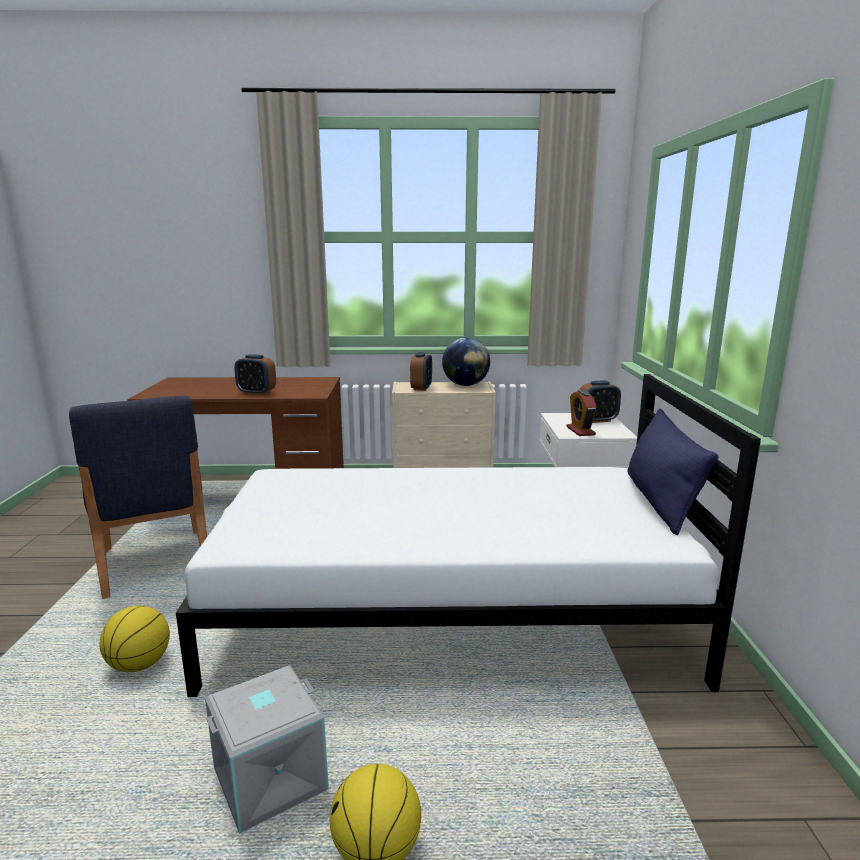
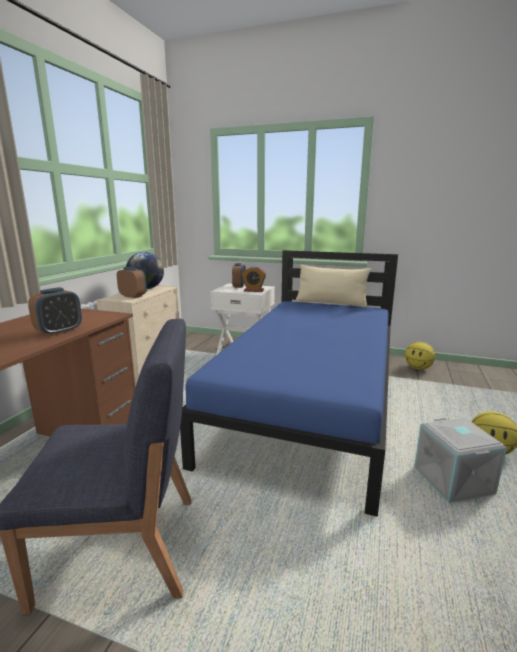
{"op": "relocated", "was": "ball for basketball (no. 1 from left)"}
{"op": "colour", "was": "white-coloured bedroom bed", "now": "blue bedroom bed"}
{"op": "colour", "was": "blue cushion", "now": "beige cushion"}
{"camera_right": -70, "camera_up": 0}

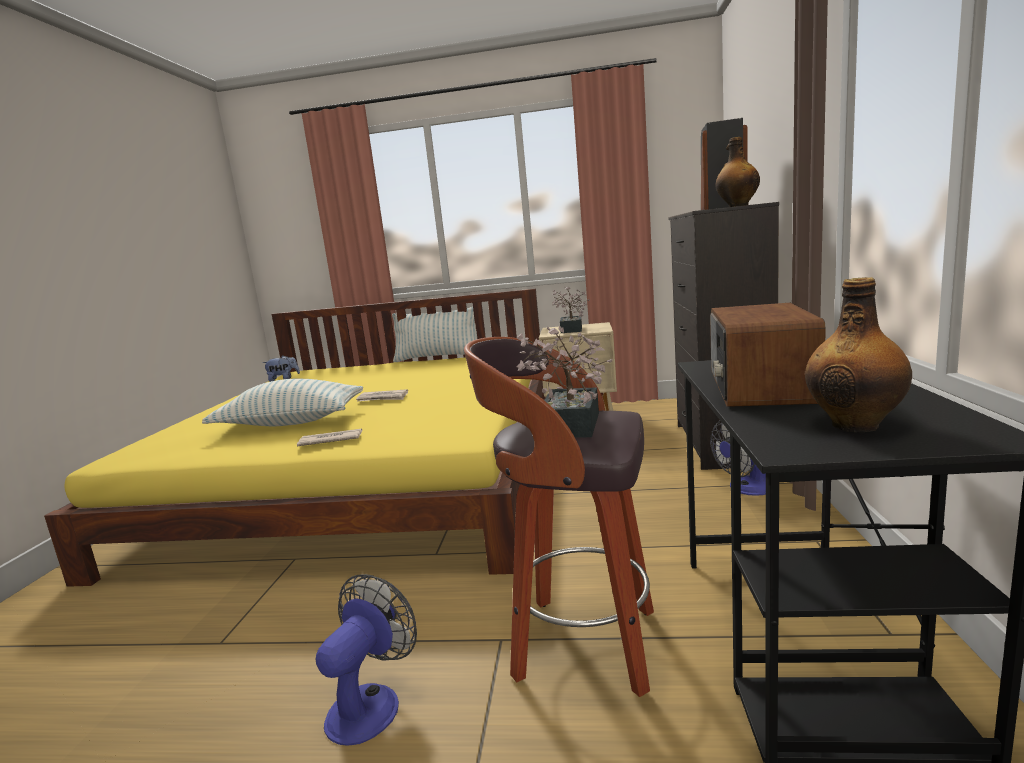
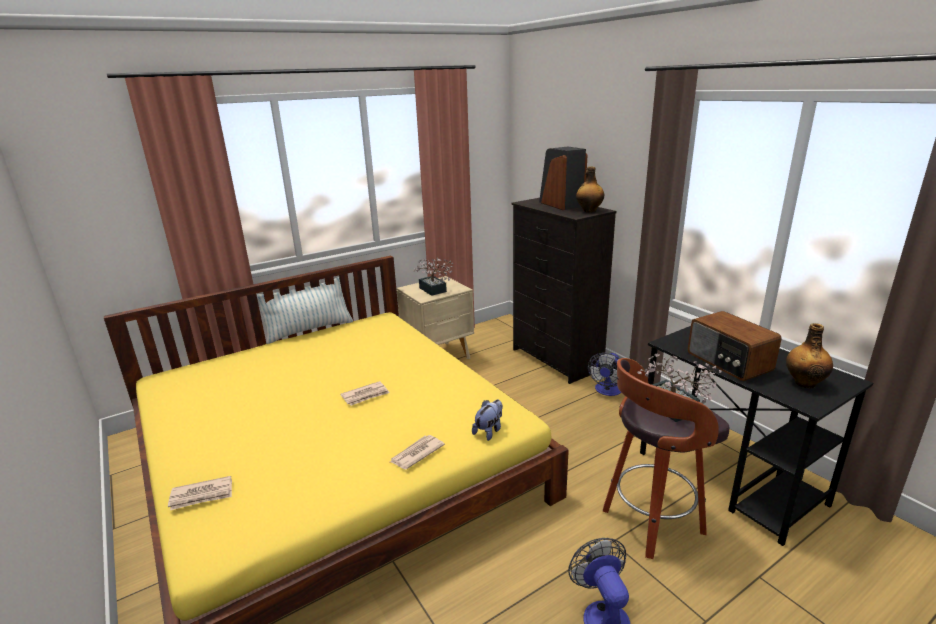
{"op": "missing", "was": "cushion (no. 1 from left)"}
{"op": "appeared", "now": "printed paper (no. 1 from left)"}
{"op": "relocated", "was": "soft toy"}
{"camera_right": -40, "camera_up": 10}

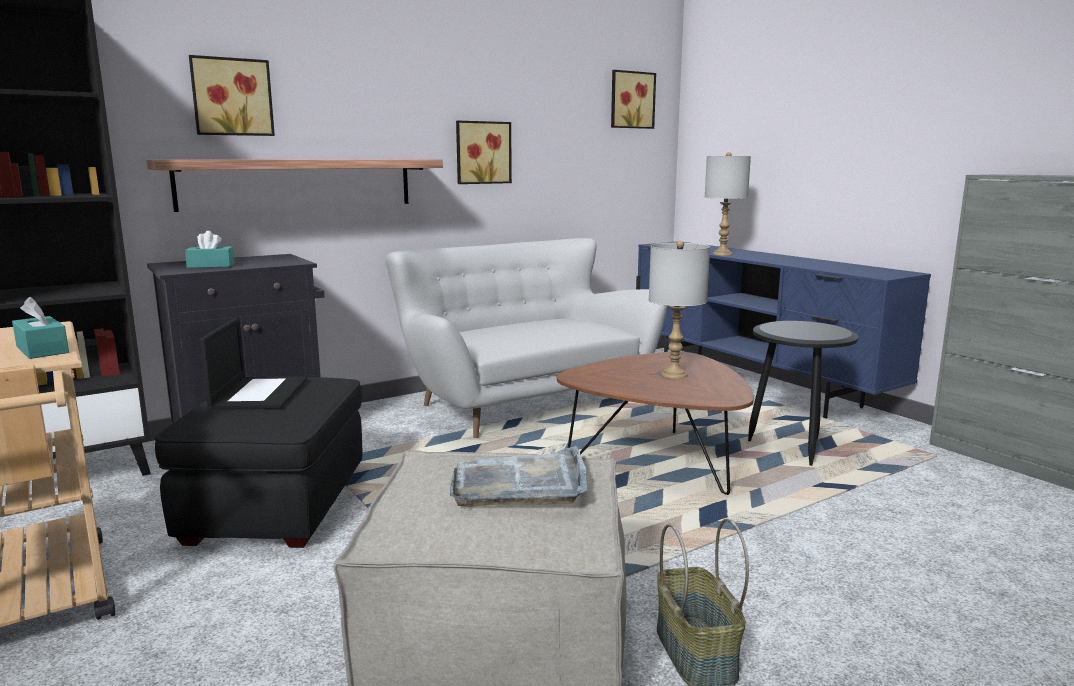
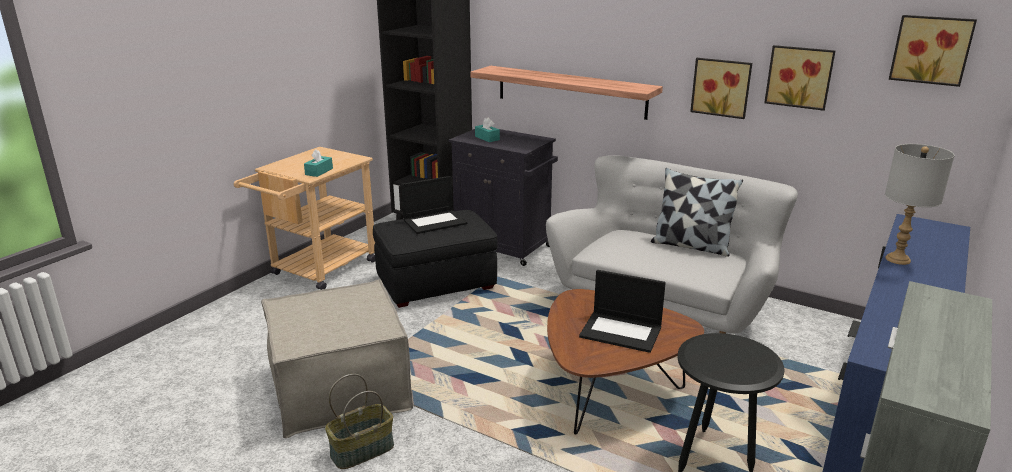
{"op": "missing", "was": "gray carrying tray"}
{"op": "appeared", "now": "cushion"}
{"op": "relocated", "was": "wall art (no. 1 from left in the first image)", "now": "wall art (no. 2 from left)"}
{"op": "exchanged", "was": "gray table lamp (no. 1 from left)", "now": "notebook computer (no. 2 from left)"}
{"camera_right": 65, "camera_up": 10}

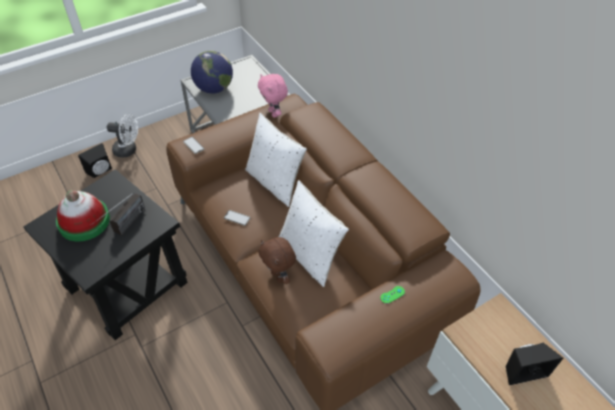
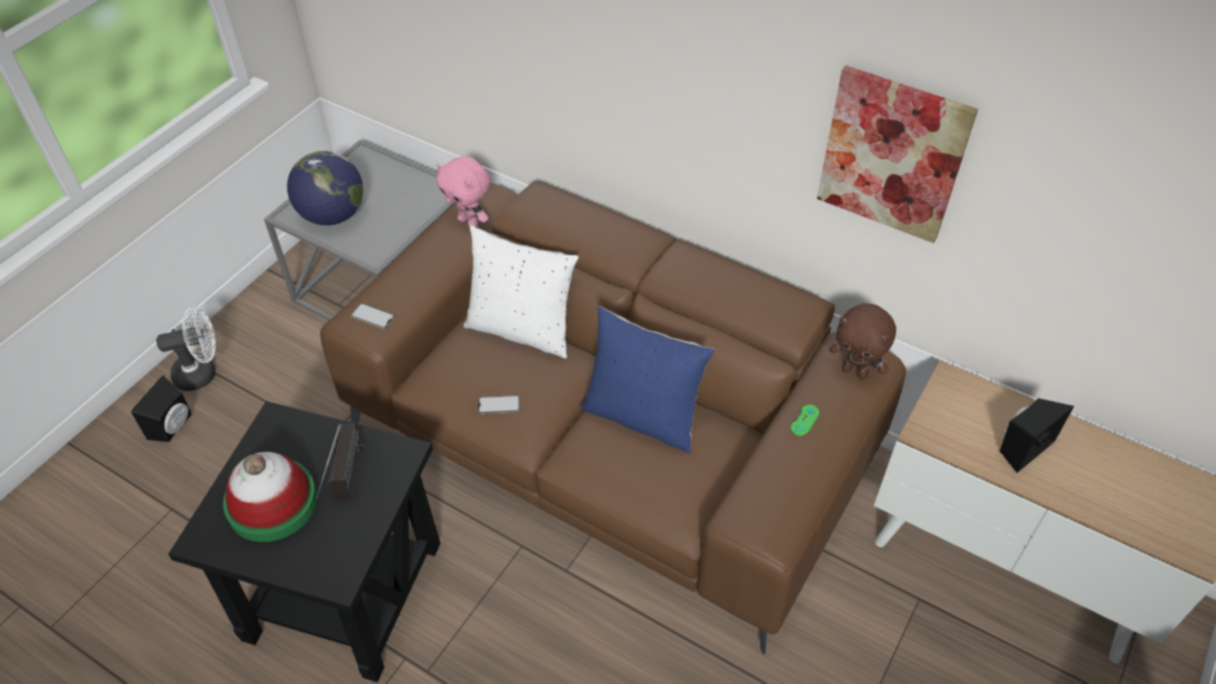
{"op": "appeared", "now": "wall art"}
{"op": "relocated", "was": "brownish soft toy"}
{"op": "colour", "was": "white-coloured cushion (no. 2 from left)", "now": "blue cushion"}
{"camera_right": -25, "camera_up": 0}

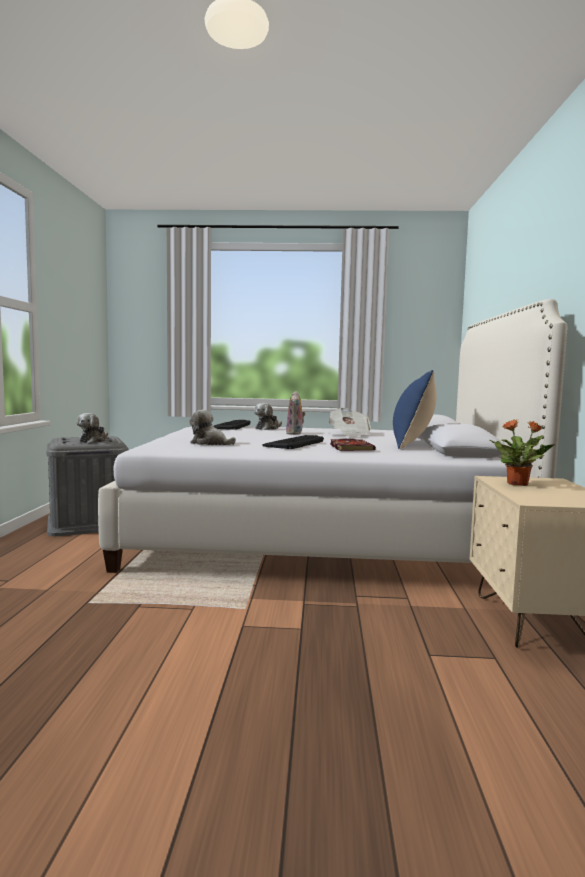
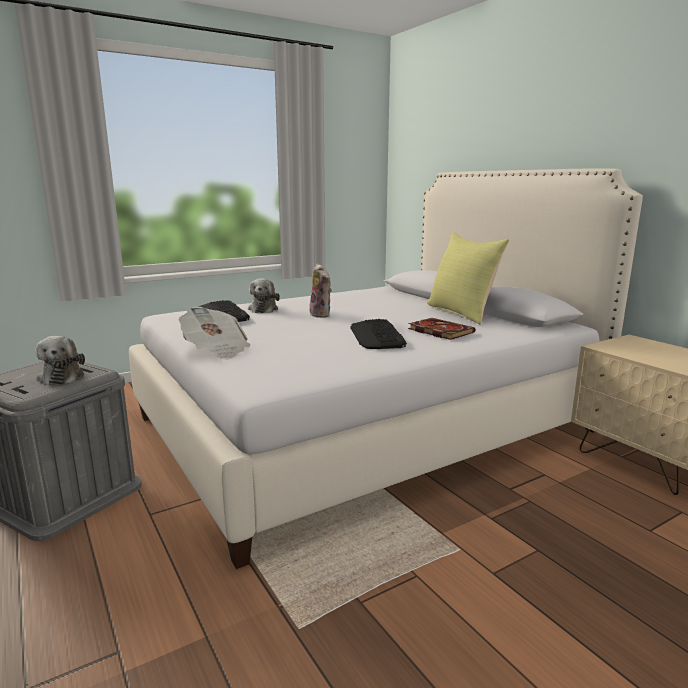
{"op": "missing", "was": "soft toy (no. 2 from left)"}
{"op": "missing", "was": "potted plant"}
{"op": "relocated", "was": "printed paper"}
{"op": "colour", "was": "blue cushion", "now": "yellowish cushion"}
{"camera_right": -35, "camera_up": 10}

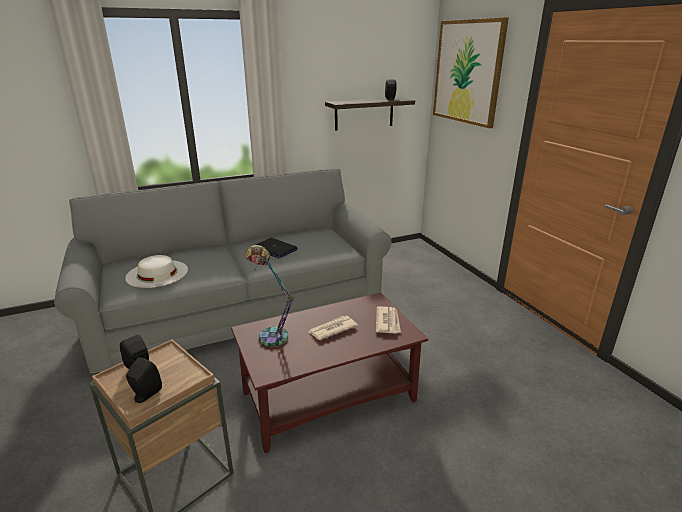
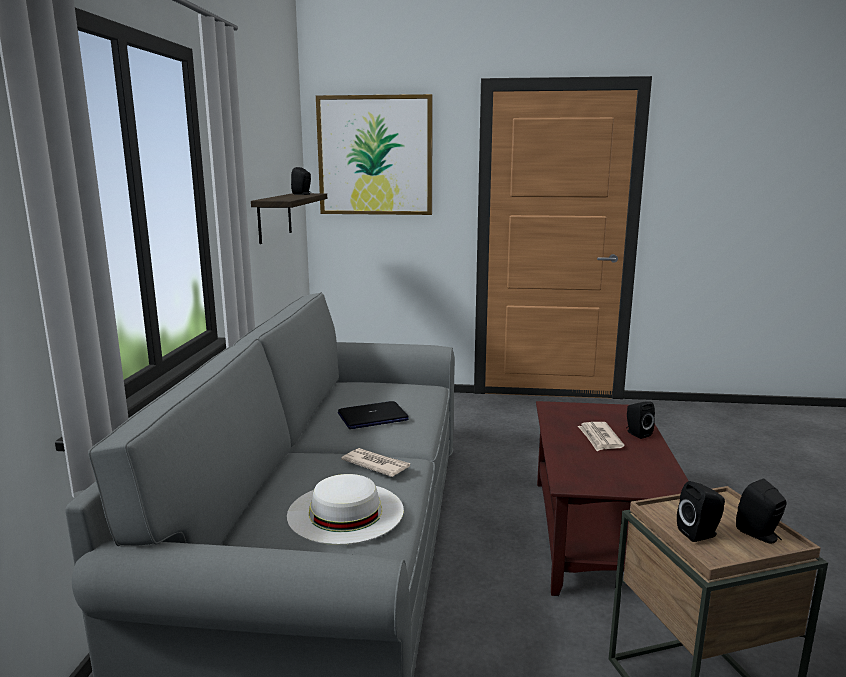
{"op": "missing", "was": "table lamp"}
{"op": "appeared", "now": "blackish speaker (no. 2 from left)"}
{"op": "relocated", "was": "printed paper (no. 2 from left in the first image)", "now": "printed paper (no. 1 from left)"}
{"camera_right": -60, "camera_up": -10}

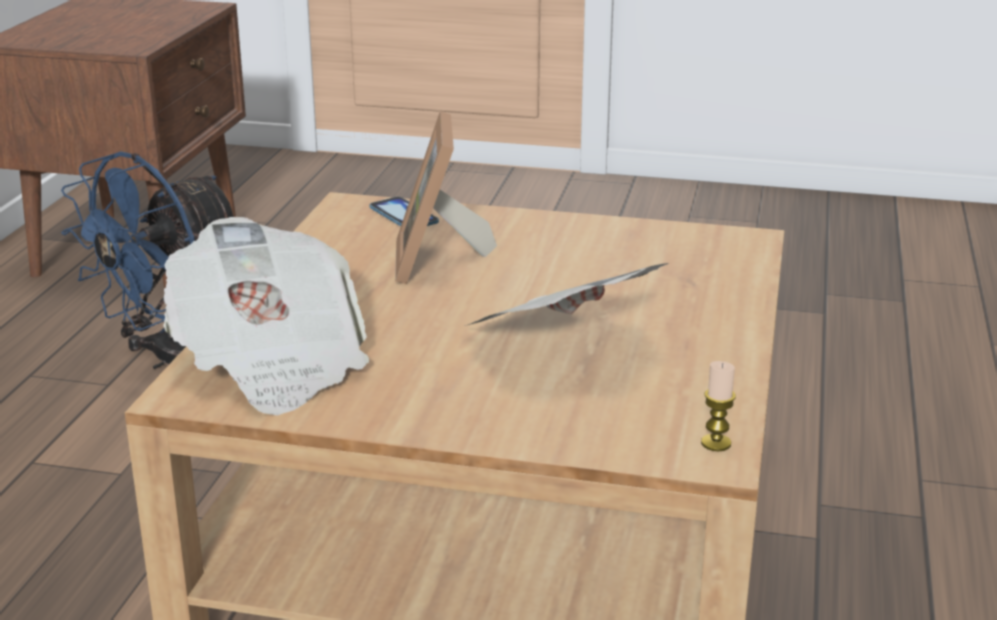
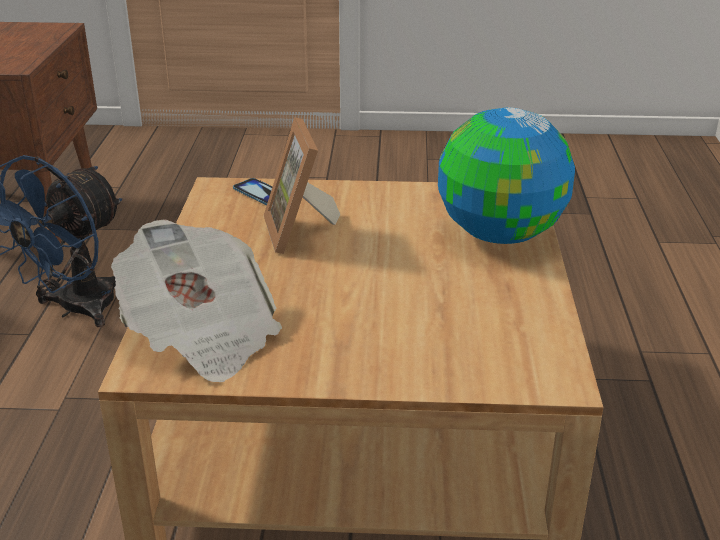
{"op": "missing", "was": "printed paper (no. 2 from left)"}
{"op": "missing", "was": "wax light"}
{"op": "appeared", "now": "world globe"}
{"camera_right": -10, "camera_up": 5}

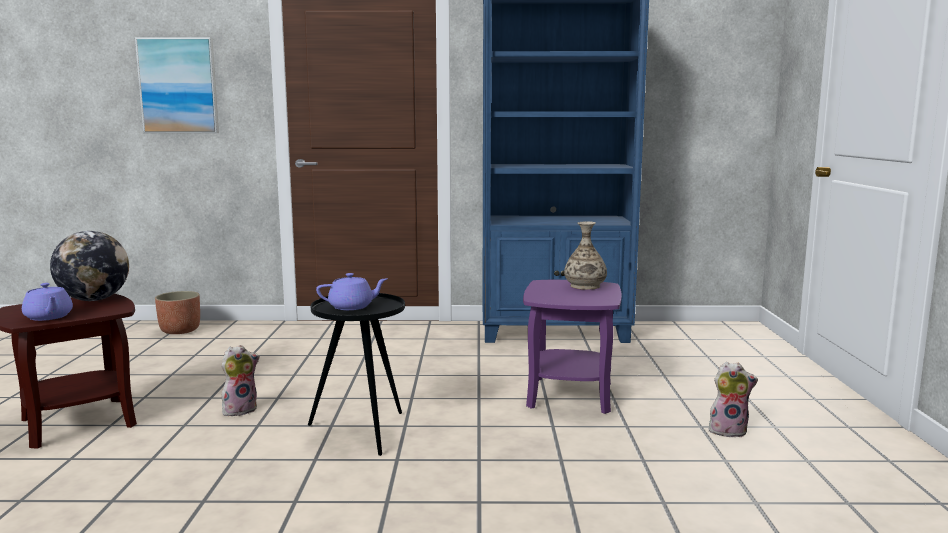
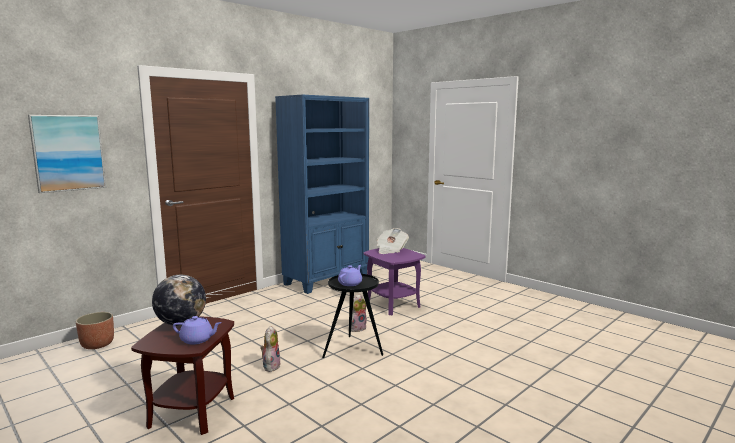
{"op": "relocated", "was": "soft toy (no. 2 from left)"}
{"op": "exchanged", "was": "flower vase", "now": "printed paper"}
{"camera_right": -45, "camera_up": 0}

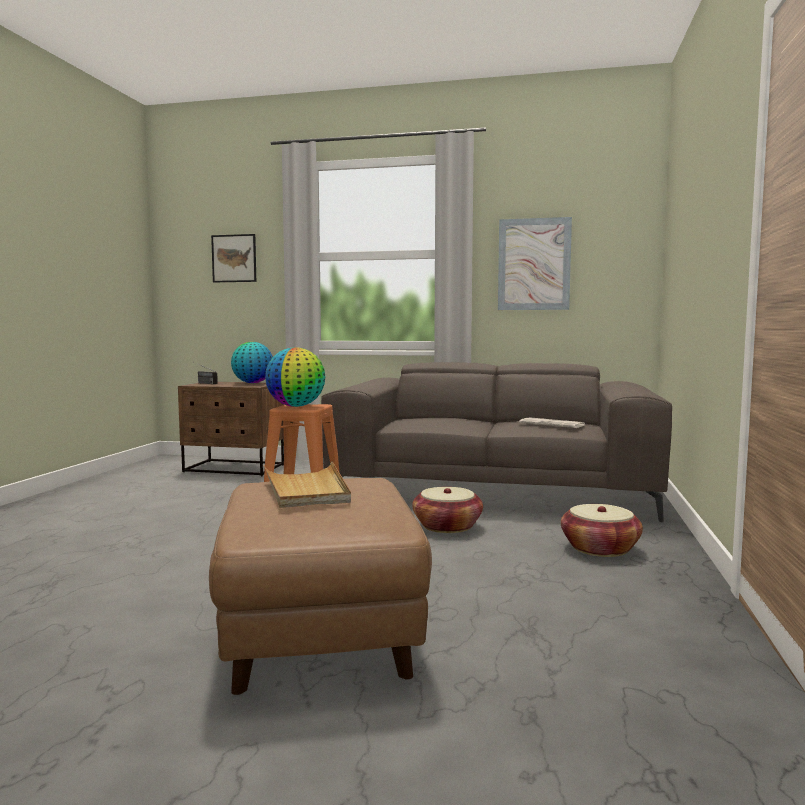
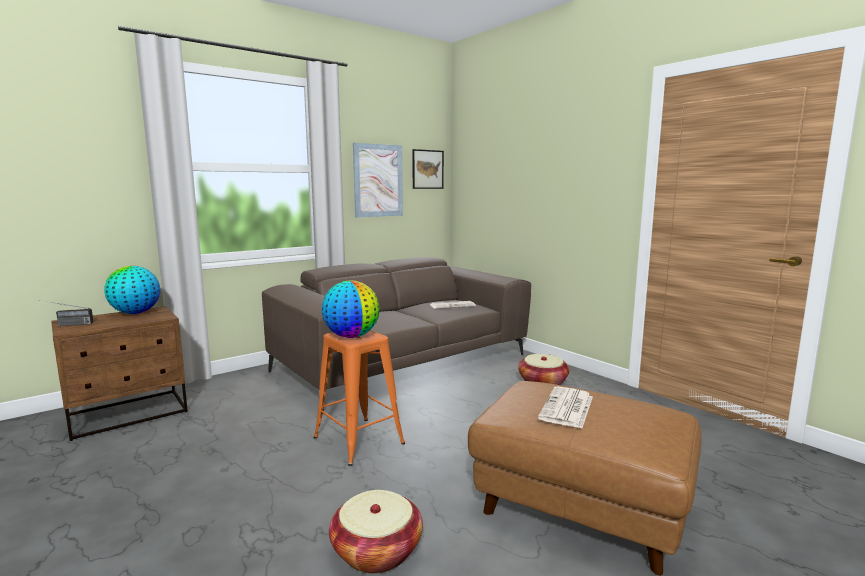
{"op": "relocated", "was": "wall art (no. 1 from left in the first image)", "now": "wall art (no. 2 from left)"}
{"op": "relocated", "was": "storage basket (no. 1 from left)"}
{"op": "exchanged", "was": "beige carrying tray", "now": "printed paper (no. 2 from left)"}
{"camera_right": -50, "camera_up": 5}

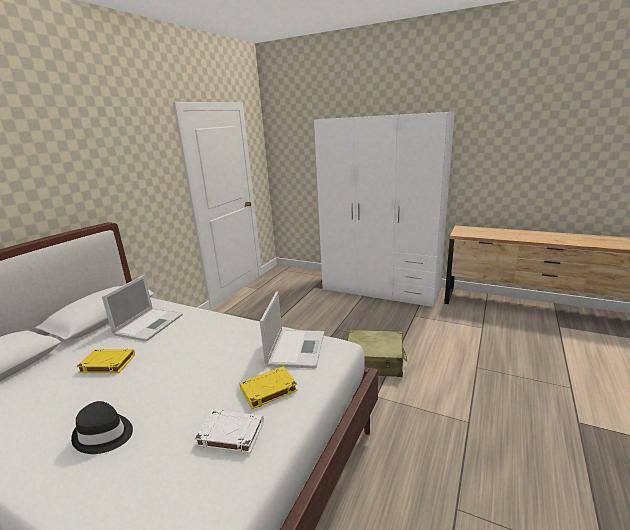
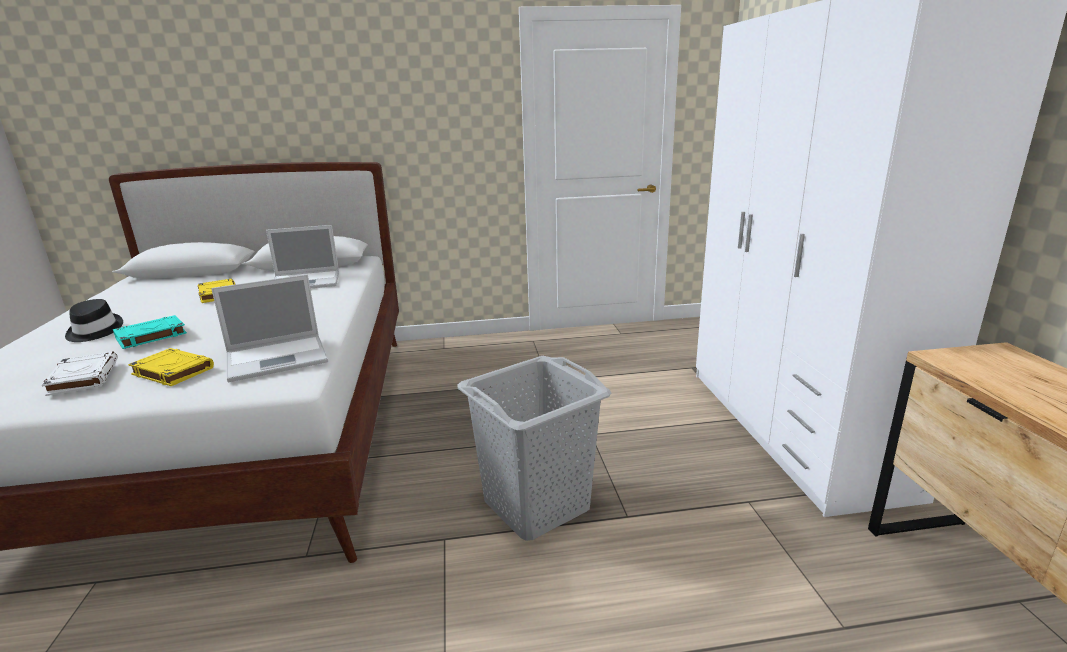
{"op": "appeared", "now": "blue-green book"}
{"op": "exchanged", "was": "beige piece of luggage", "now": "gray laundry basket"}
{"camera_right": 55, "camera_up": 0}

